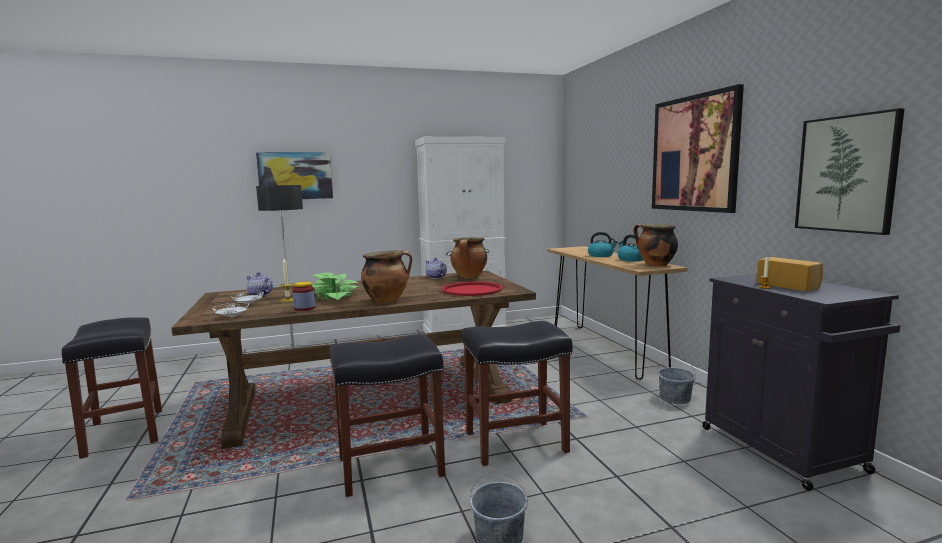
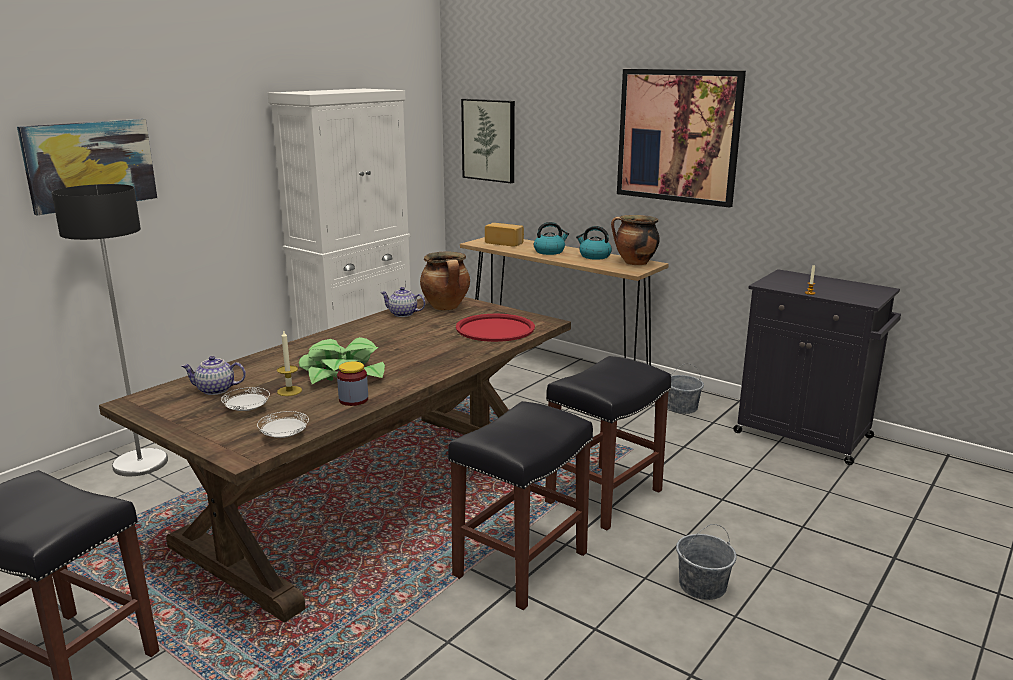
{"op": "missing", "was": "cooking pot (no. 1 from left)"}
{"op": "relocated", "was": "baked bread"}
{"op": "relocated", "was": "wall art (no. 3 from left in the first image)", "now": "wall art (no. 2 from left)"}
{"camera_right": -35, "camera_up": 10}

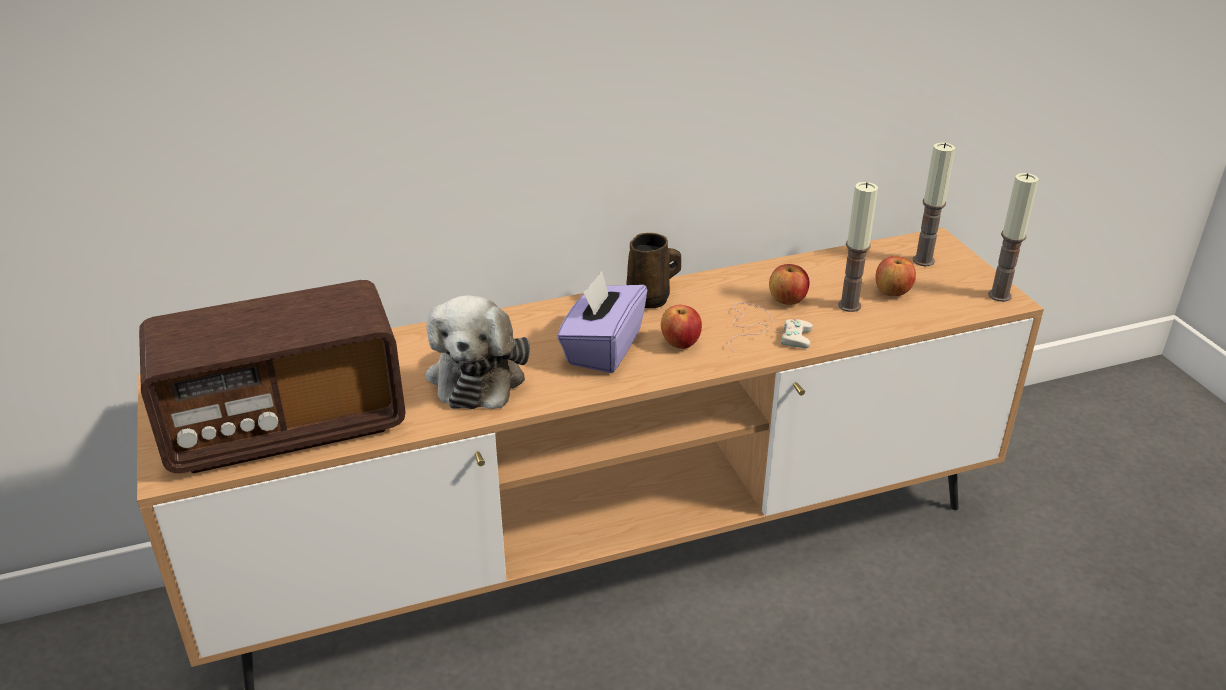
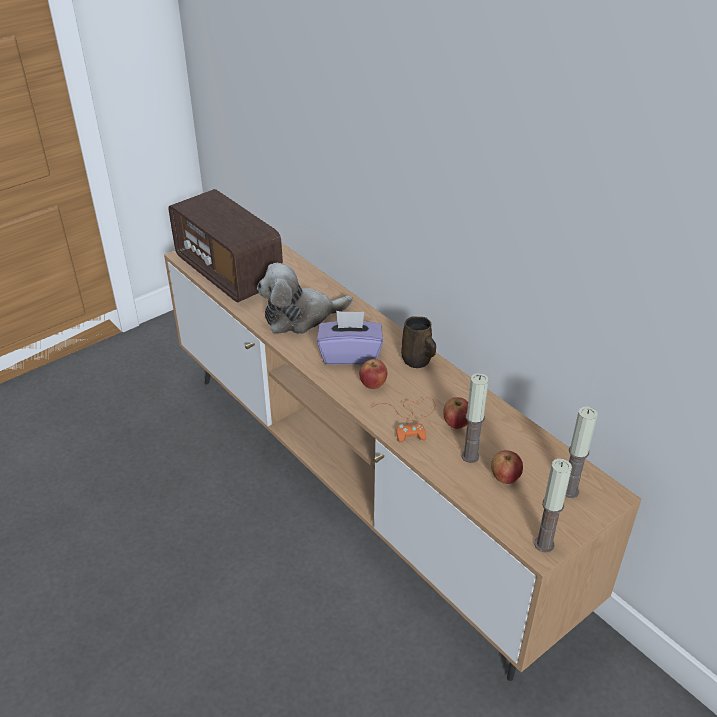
{"op": "colour", "was": "white-coloured joypad", "now": "orange-coloured joypad"}
{"camera_right": 70, "camera_up": 5}

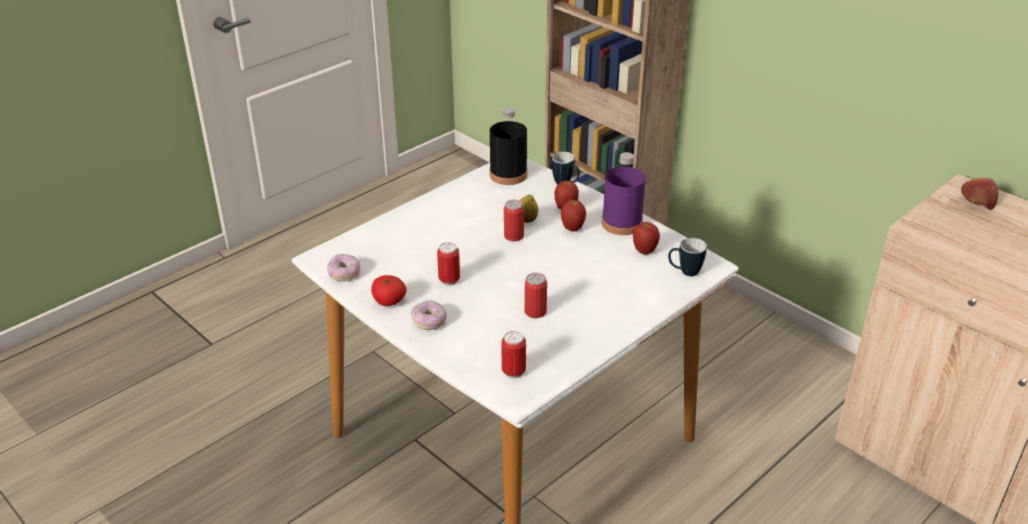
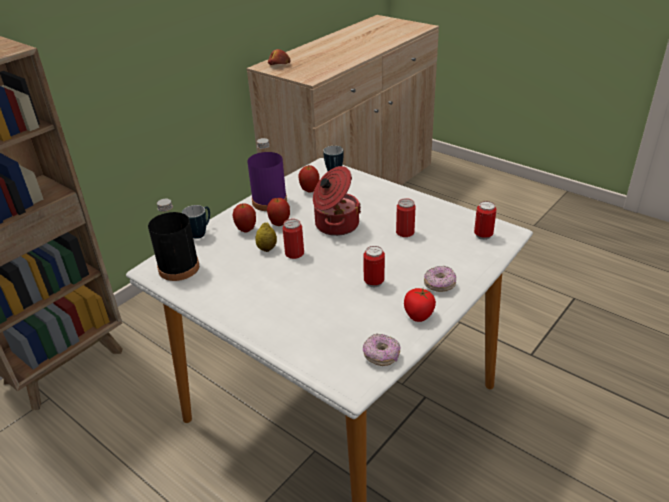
{"op": "appeared", "now": "cooking pot"}
{"camera_right": -95, "camera_up": 0}

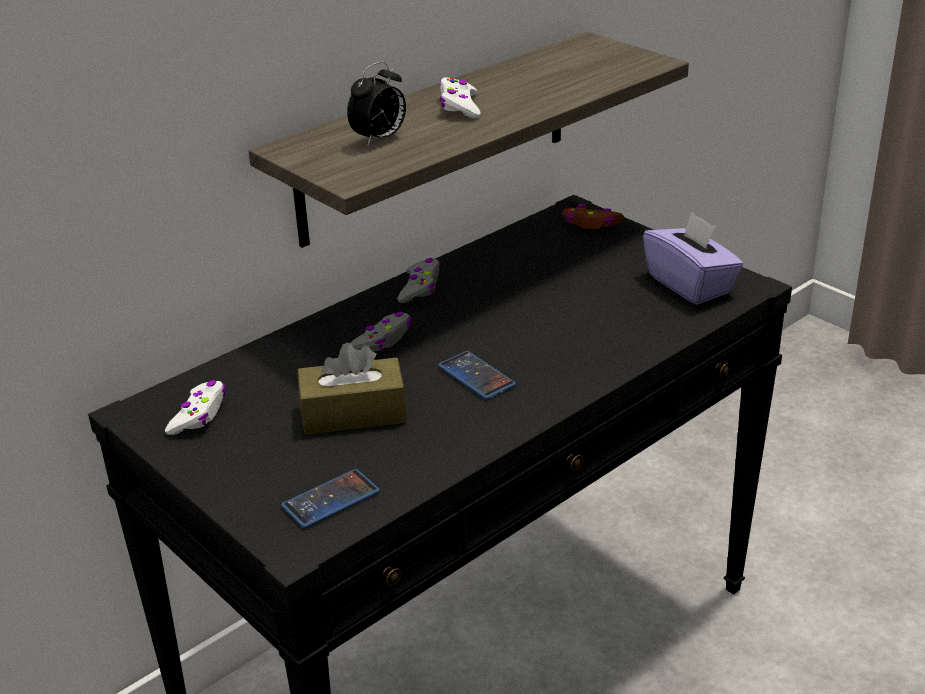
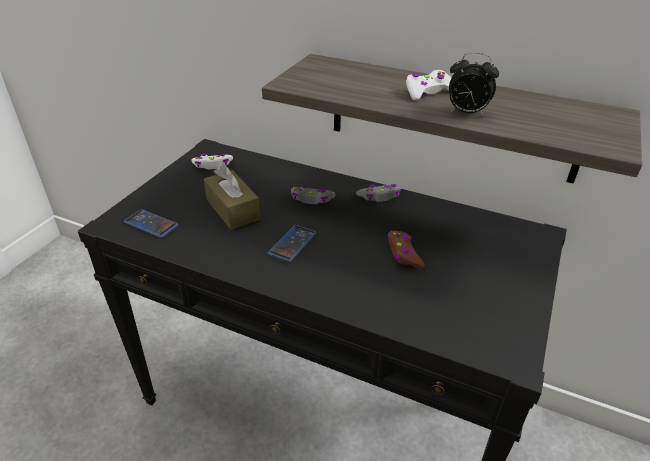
{"op": "missing", "was": "purple-coloured tissue holder"}
{"op": "relocated", "was": "bedside clock"}
{"op": "relocated", "was": "brownish joypad"}
{"camera_right": 65, "camera_up": 5}

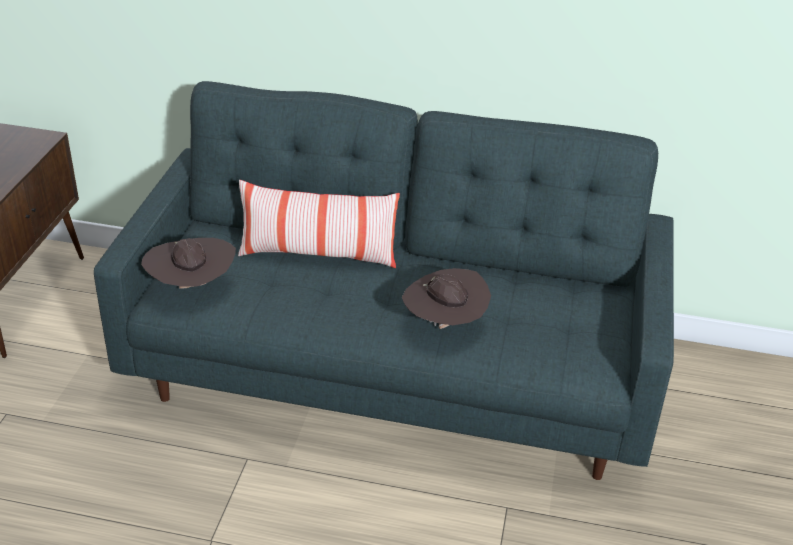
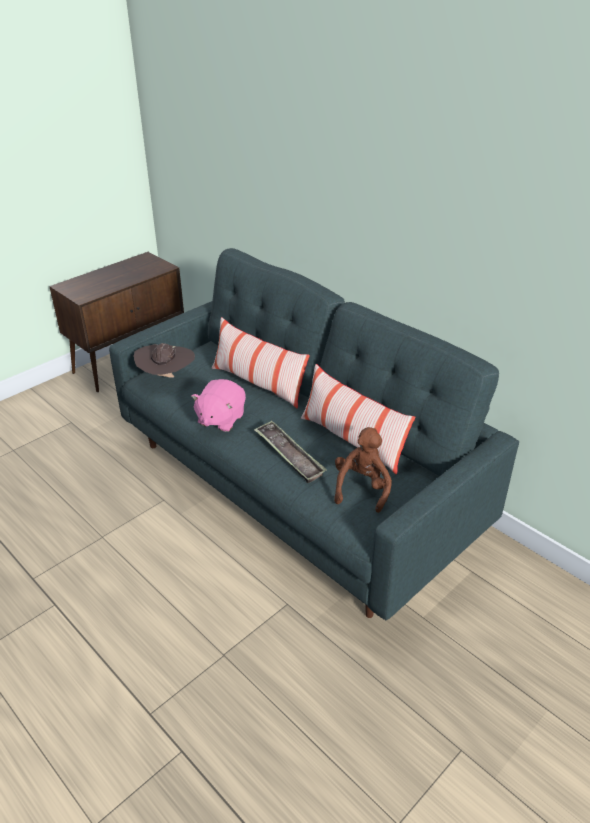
{"op": "appeared", "now": "pink soft toy"}
{"op": "appeared", "now": "cushion (no. 2 from left)"}
{"op": "appeared", "now": "brownish soft toy"}
{"op": "exchanged", "was": "brownish hat (no. 2 from left)", "now": "carrying tray"}
{"camera_right": 35, "camera_up": 0}

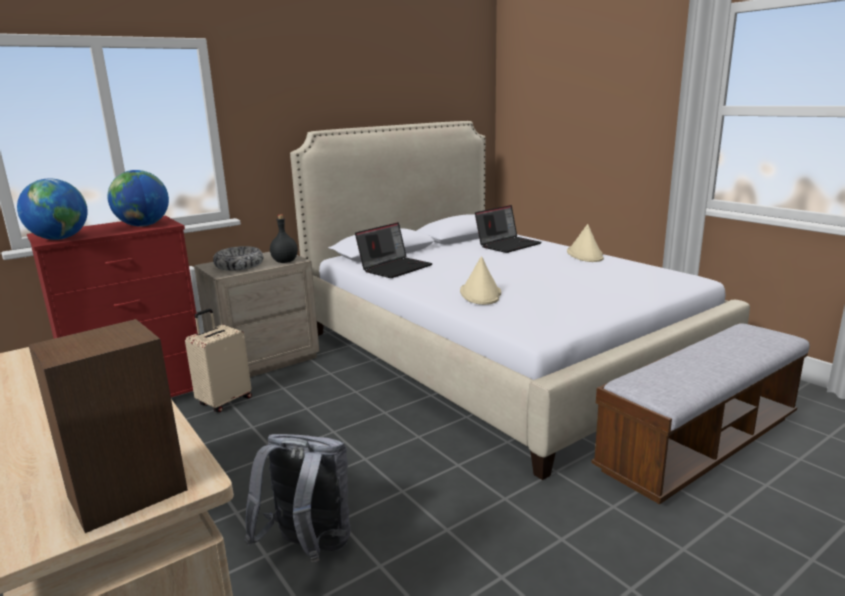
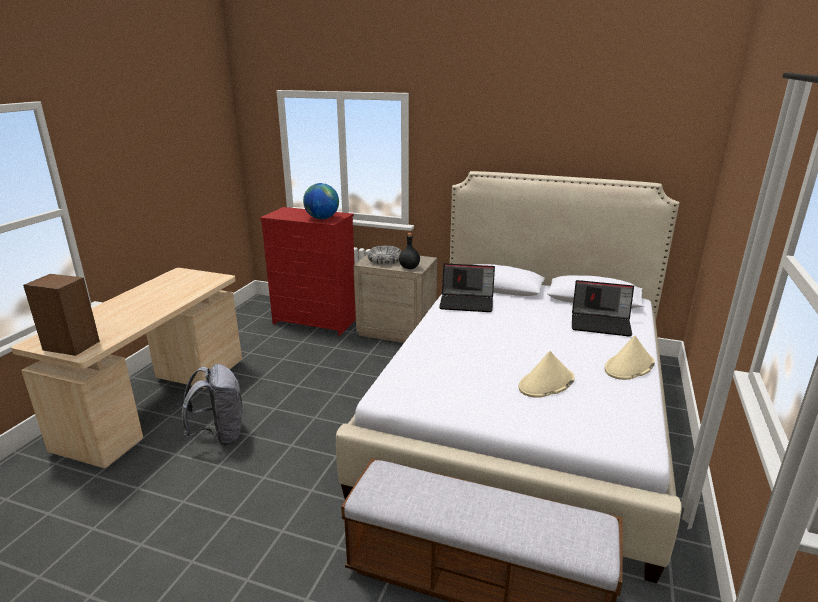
{"op": "missing", "was": "world globe (no. 1 from left)"}
{"op": "missing", "was": "beige piece of luggage"}
{"op": "relocated", "was": "beige hat (no. 1 from left)"}
{"camera_right": 55, "camera_up": 5}

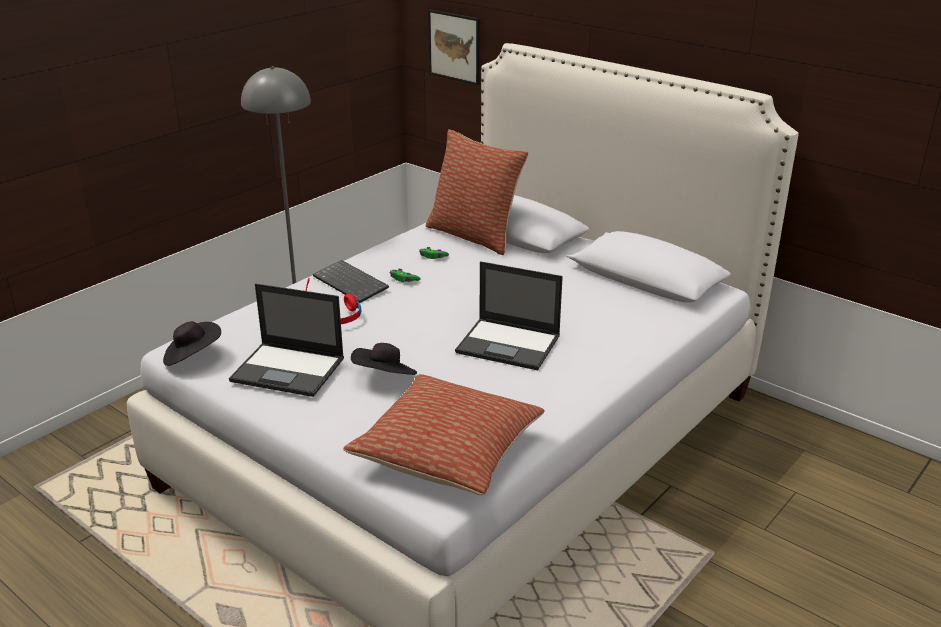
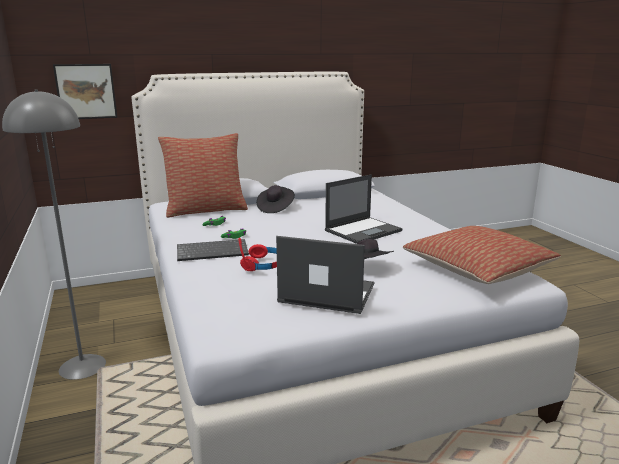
{"op": "relocated", "was": "blackish hat (no. 1 from left)"}
{"op": "spun", "was": "notebook computer (no. 1 from left)", "clockwise": -120}
{"camera_right": -60, "camera_up": -10}

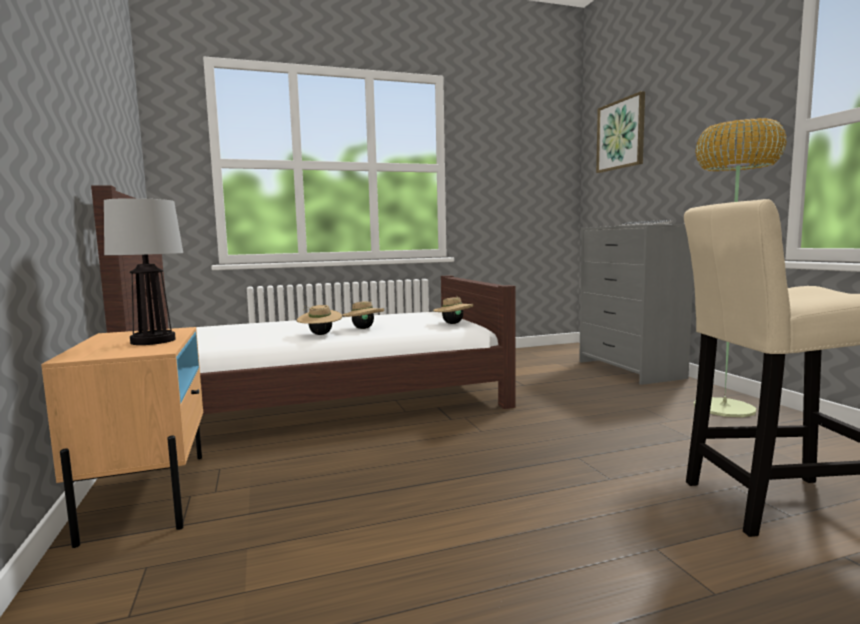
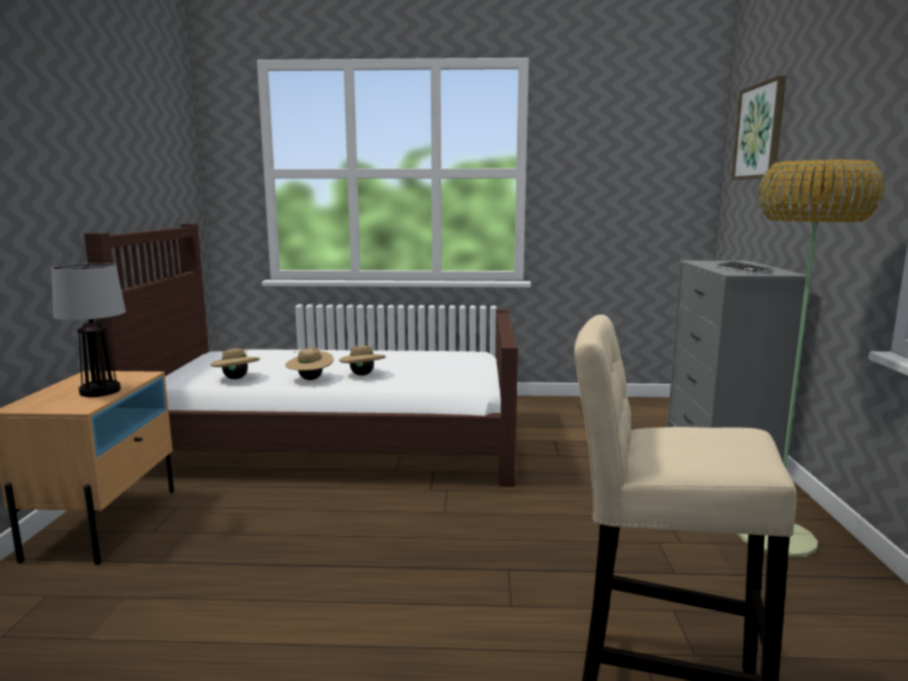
{"op": "relocated", "was": "beige hat (no. 3 from left in the first image)", "now": "beige hat (no. 1 from left)"}
{"camera_right": 20, "camera_up": 5}

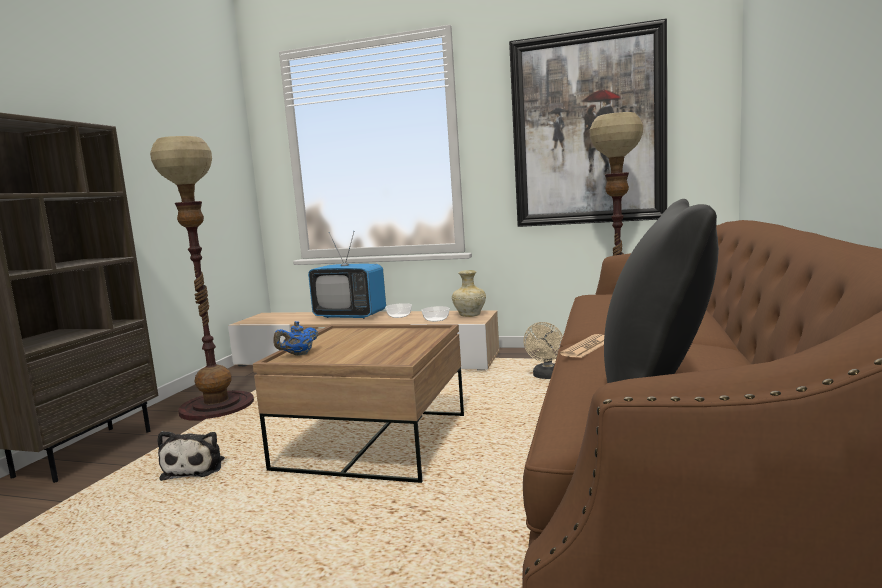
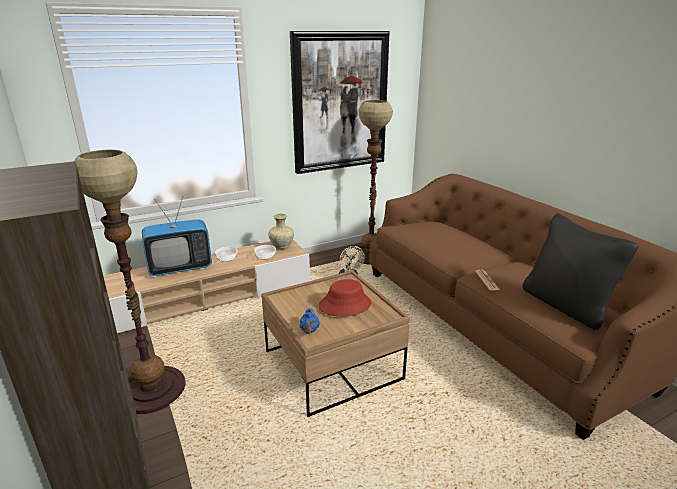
{"op": "missing", "was": "soft toy"}
{"op": "appeared", "now": "red-coloured hat"}
{"camera_right": -45, "camera_up": 15}

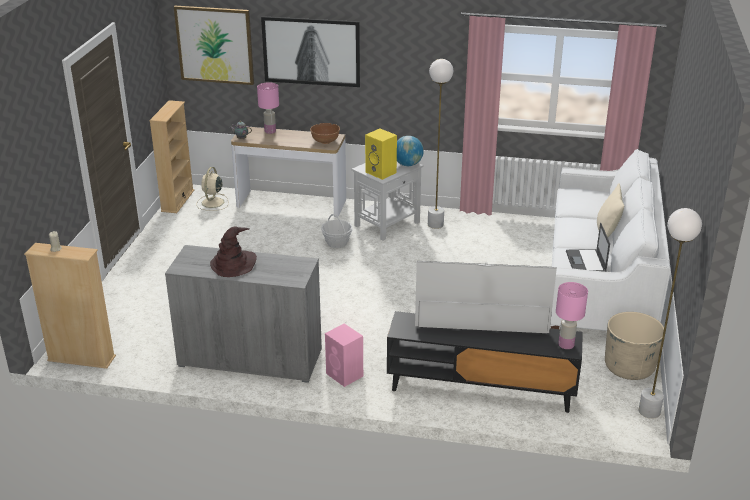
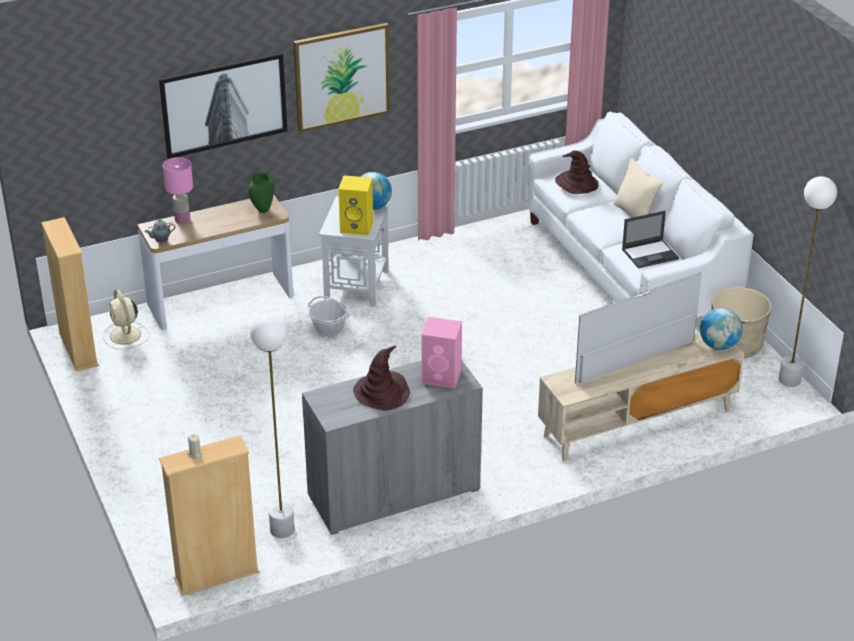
{"op": "appeared", "now": "brownish hat (no. 2 from left)"}
{"op": "relocated", "was": "wall art (no. 1 from left in the first image)", "now": "wall art (no. 2 from left)"}
{"op": "relocated", "was": "pink speaker"}
{"op": "relocated", "was": "white-coloured standing lamp (no. 1 from left)"}
{"op": "exchanged", "was": "brownish serving bowl", "now": "greenish flower vase"}
{"op": "exchanged", "was": "pink table lamp (no. 2 from left)", "now": "world globe (no. 2 from left)"}
{"op": "colour", "was": "blackish tv stand", "now": "beige tv stand"}
{"op": "spun", "was": "notebook computer", "clockwise": -75}
{"camera_right": -35, "camera_up": 5}

